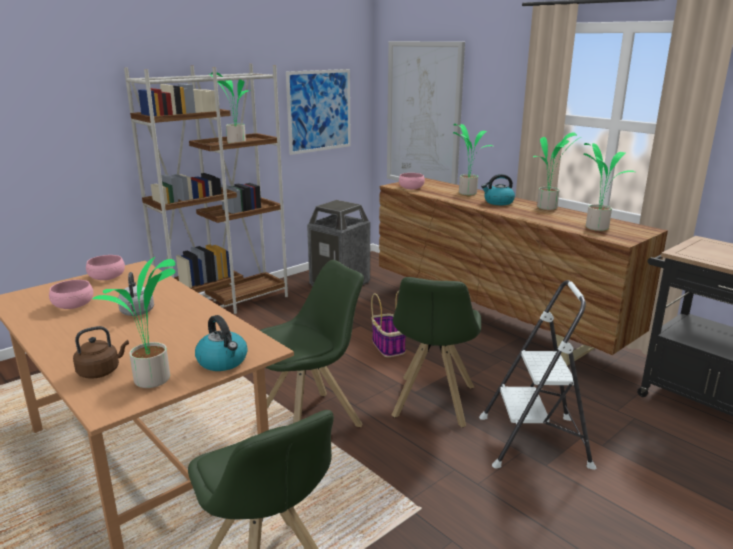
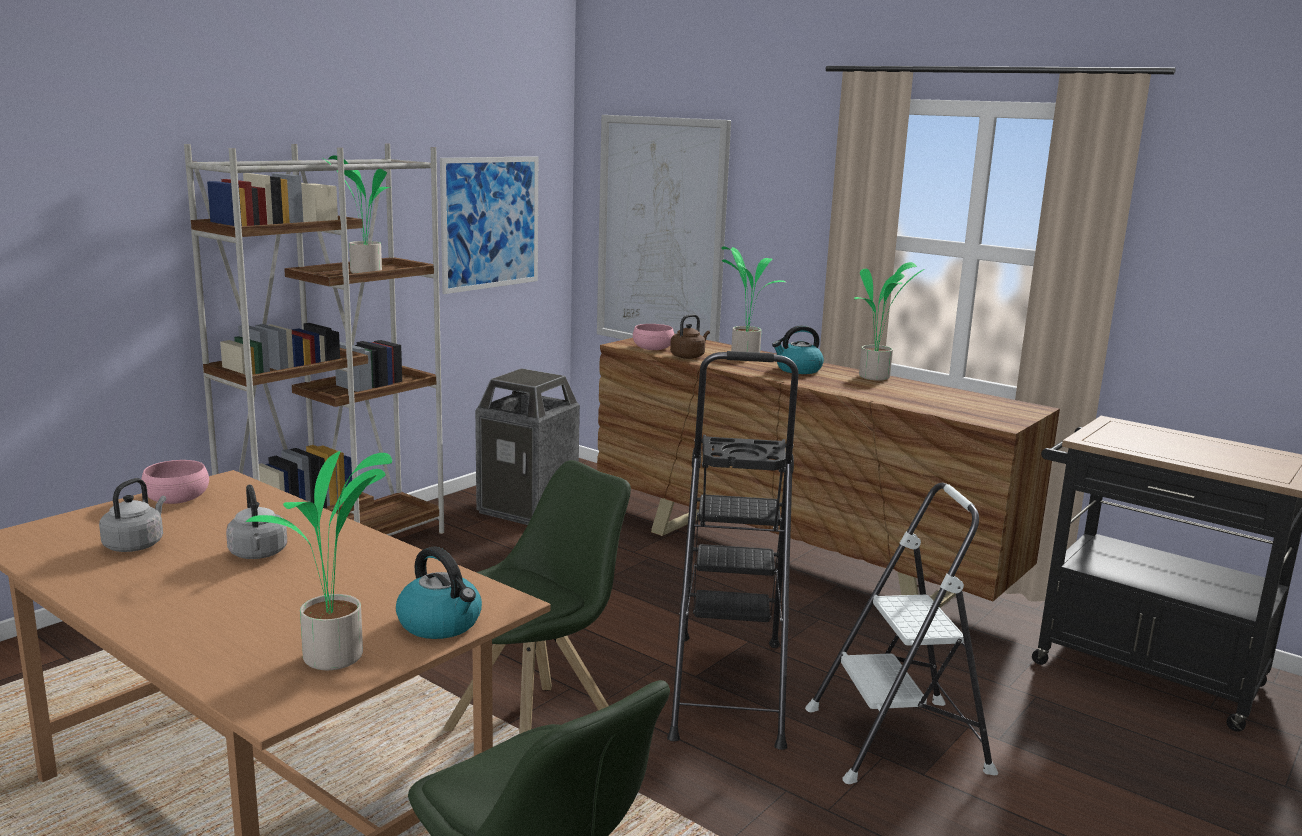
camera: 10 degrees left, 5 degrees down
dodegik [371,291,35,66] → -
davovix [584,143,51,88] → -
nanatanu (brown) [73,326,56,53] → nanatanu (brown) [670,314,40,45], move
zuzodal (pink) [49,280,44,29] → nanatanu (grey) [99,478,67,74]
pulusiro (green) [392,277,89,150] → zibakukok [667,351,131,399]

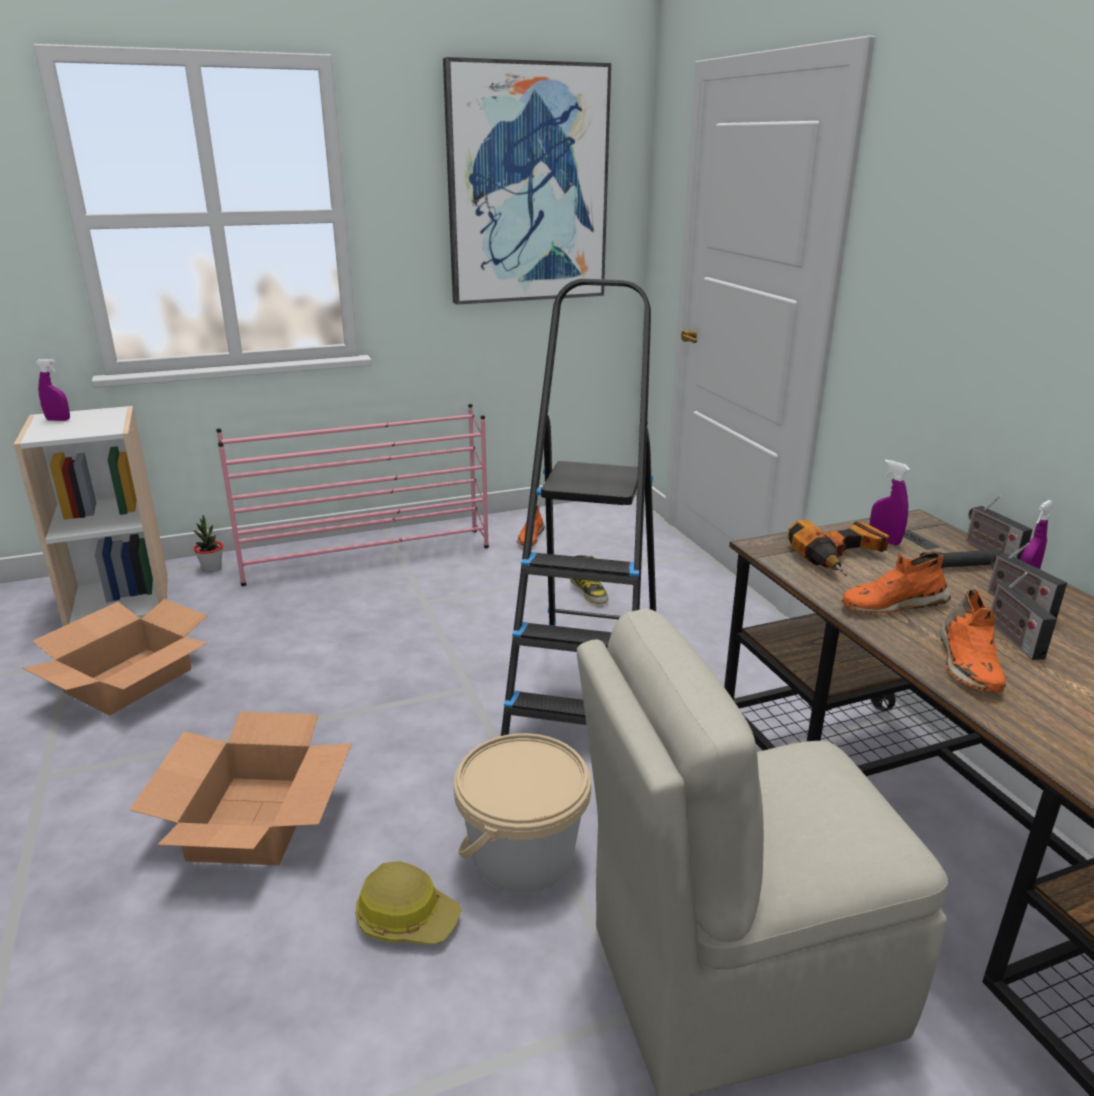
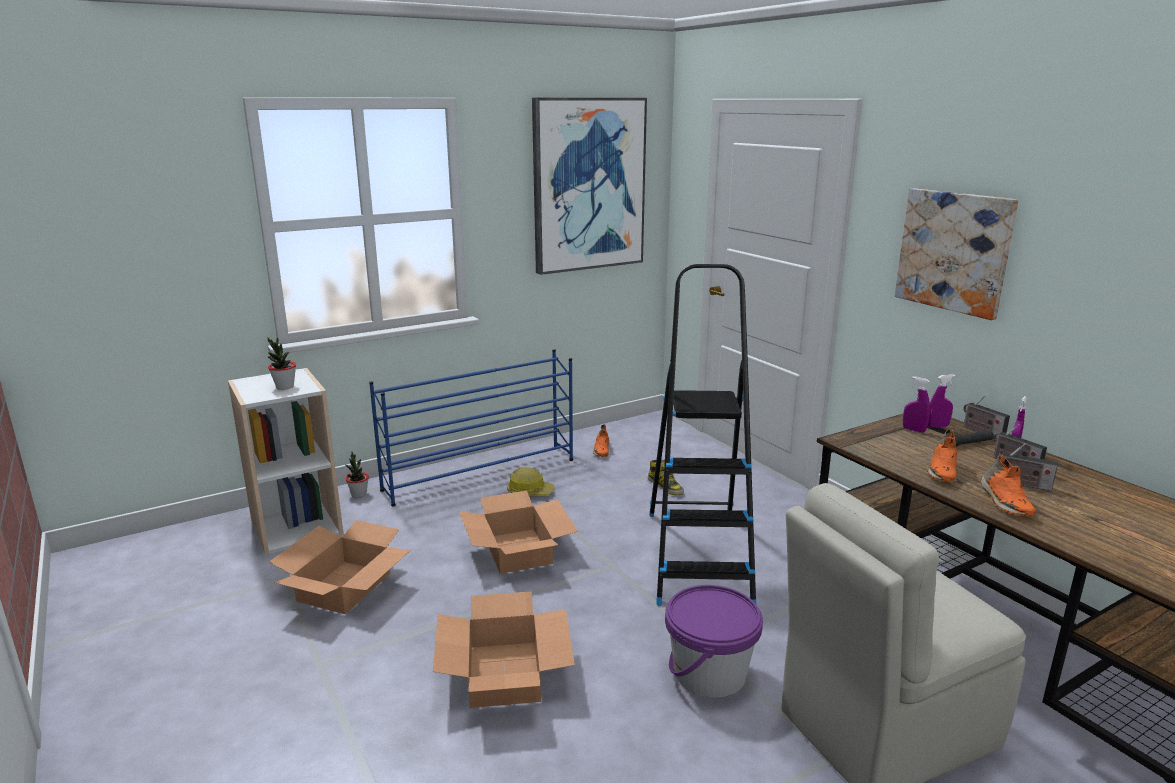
camera: 10 degrees left, 5 degrees down
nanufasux [788,520,101,56] → -
- → davovix [267,337,29,53]
- → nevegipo [459,491,119,83]
- → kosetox [895,188,123,132]
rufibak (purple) [35,359,35,62] → rufibak (purple) [928,374,28,54], move
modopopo [355,861,107,84] → modopopo [507,467,48,29], move
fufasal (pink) [216,404,273,182] → fufasal (blue) [369,349,204,157]
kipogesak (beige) [453,733,138,161] → kipogesak (purple) [665,585,98,112]
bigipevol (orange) [842,552,109,61] → bigipevol (orange) [927,429,30,54], 45 degrees counterclockwise
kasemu [991,572,66,88] → kasemu [997,443,61,48], 45 degrees counterclockwise

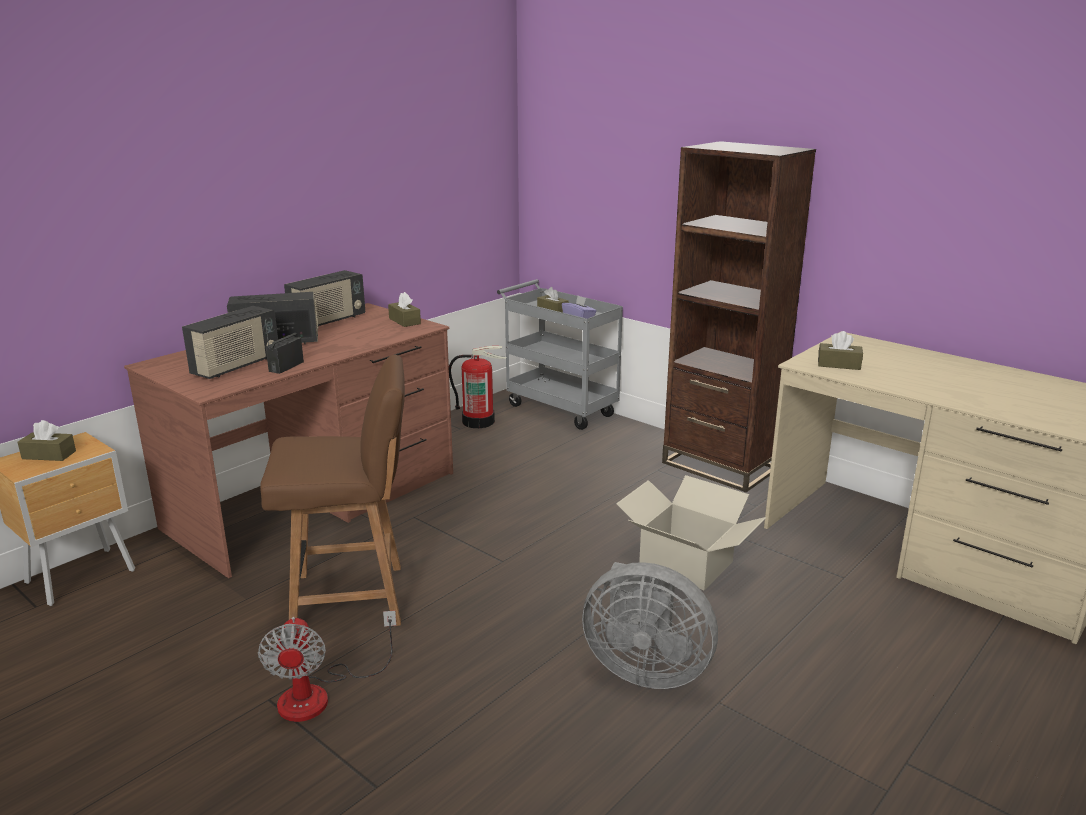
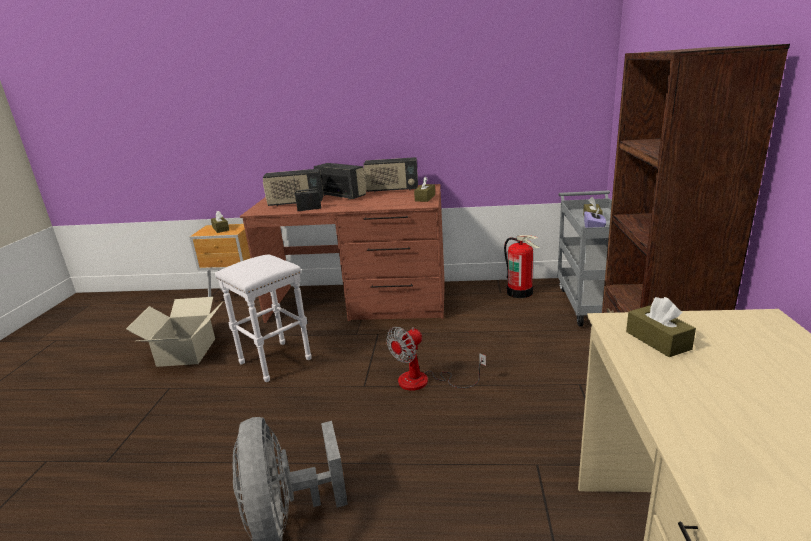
camera: 55 degrees right, 0 degrees up
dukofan [258,610,138,112] → dukofan [386,327,100,64], move
nevegipo [616,475,150,115] → nevegipo [126,297,97,70], move
pulusiro (brown) [260,355,145,271] → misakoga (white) [215,254,96,128]

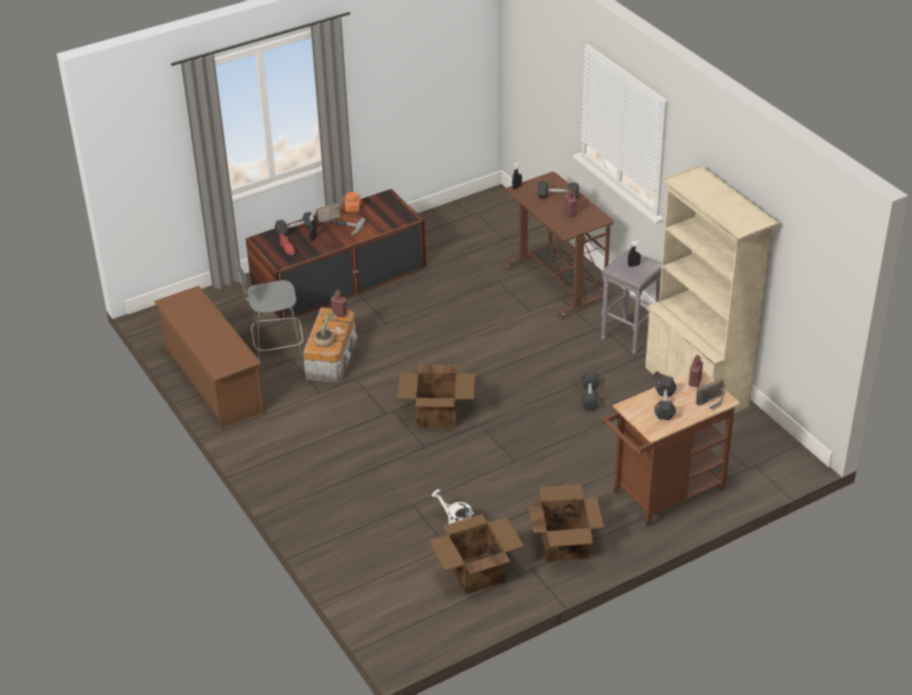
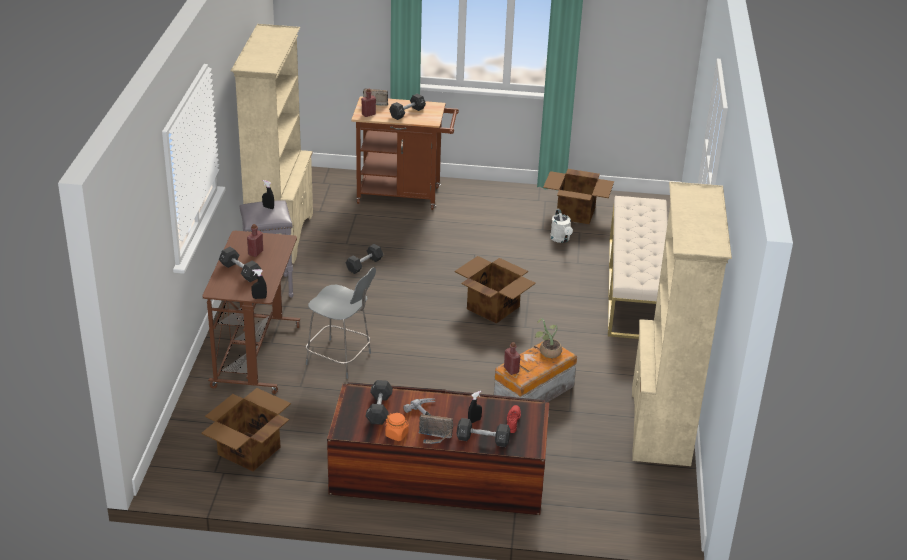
camera: 145 degrees left, 5 degrees down
- → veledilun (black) [366,380,27,45]
- → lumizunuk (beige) [608,196,60,143]
pulusiro (grey) [237,260,66,101] → pulusiro (grey) [306,267,70,112], move
nevegipo [528,484,76,78] → nevegipo [201,388,90,83], move
fufasal (brown) [154,285,110,143] → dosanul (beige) [632,181,100,285]

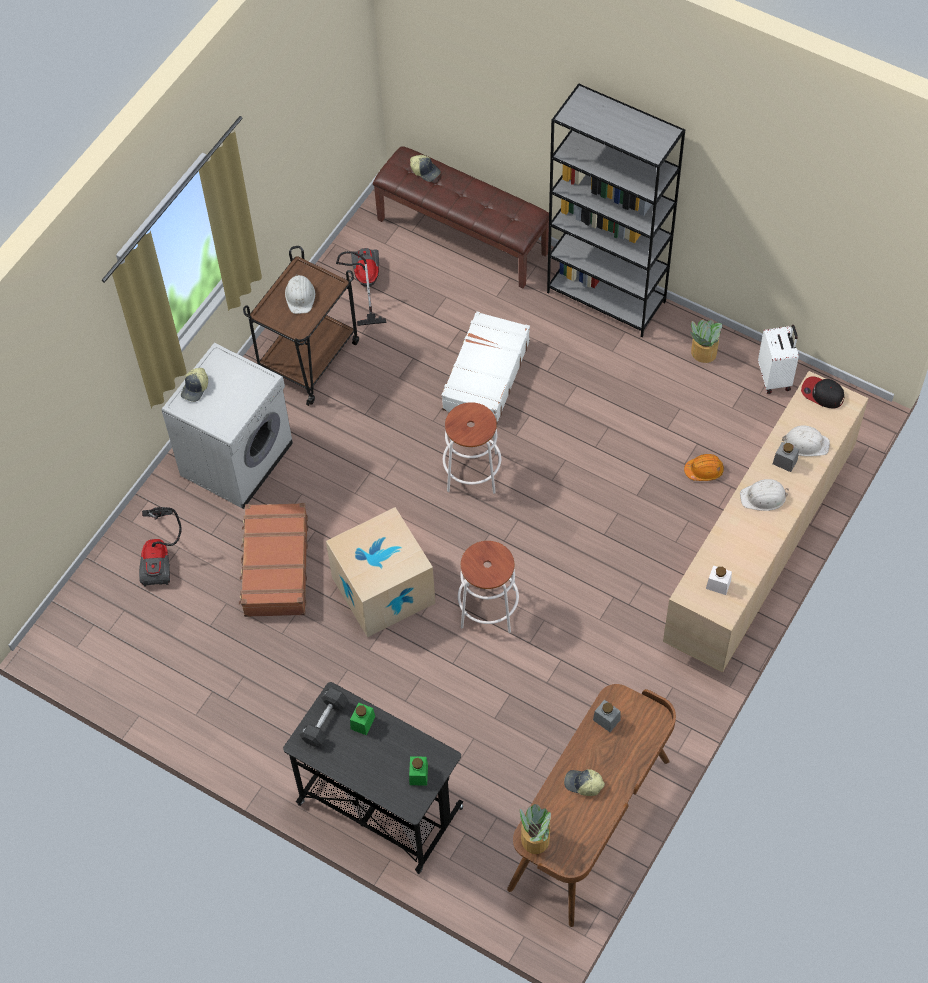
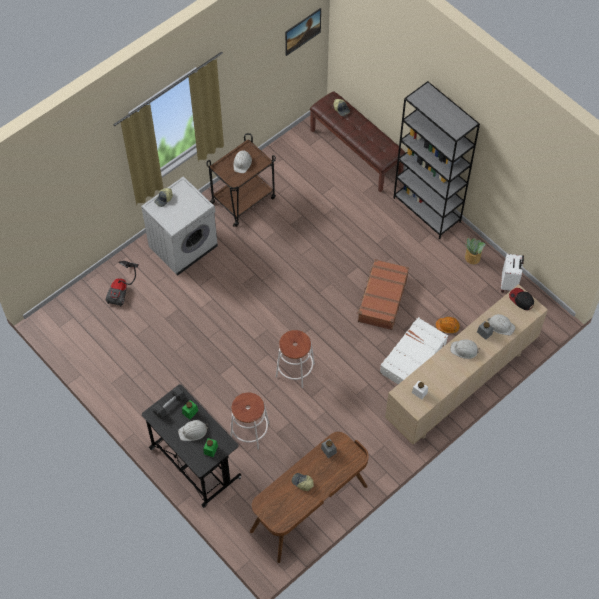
camera: 15 degrees right, 0 degrees up
nevegipo [326,507,109,130] → -
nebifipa [336,248,50,78] → -
davovix [520,804,31,50] → -
- → modopopo (white) [178,420,30,21]
- → kosetox [285,8,36,48]
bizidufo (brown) [239,503,69,114] → bizidufo (brown) [357,259,52,71], move
bizidufo (white) [441,311,89,113] → bizidufo (white) [380,317,68,67], move
misakoga (white) [443,402,58,92] → misakoga (white) [230,393,39,57], move

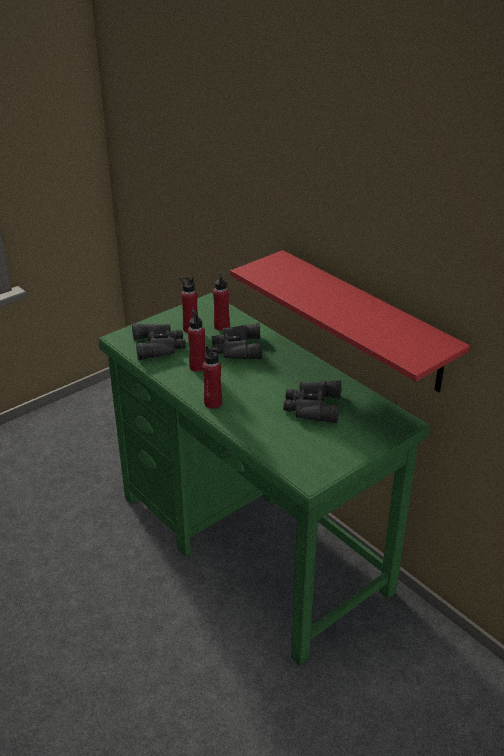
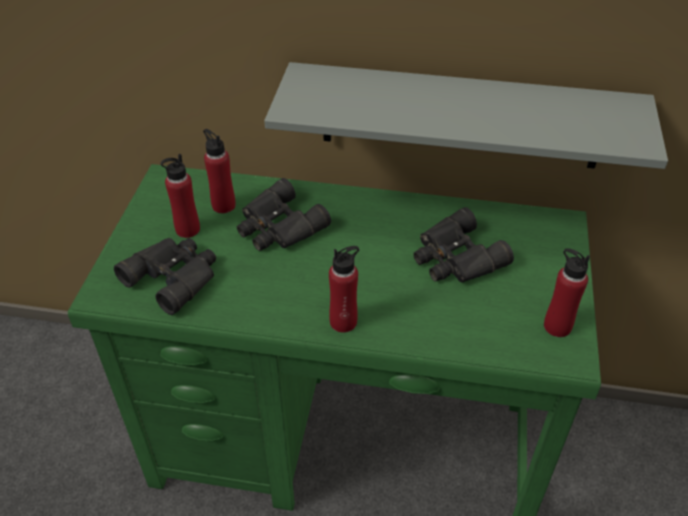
camera: 40 degrees left, 10 degrees up
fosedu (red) [188,309,18,63] → fosedu (red) [544,248,46,89], move
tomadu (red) [230,250,240,142] → tomadu (grey) [264,62,404,107]

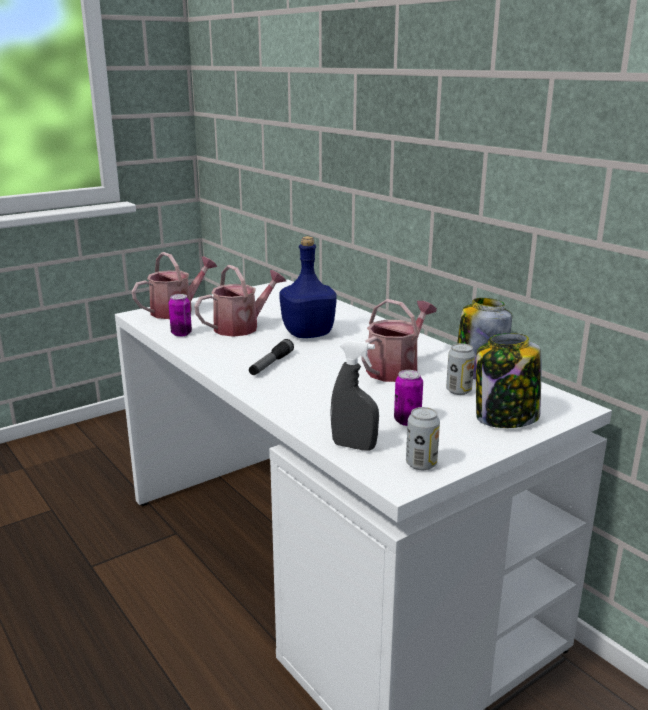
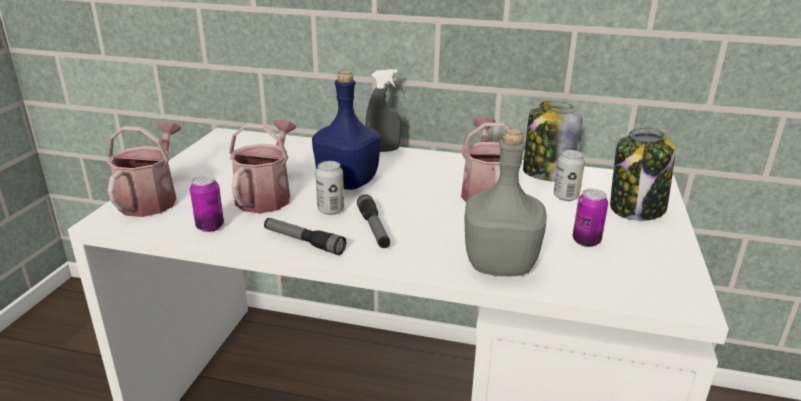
camera: 40 degrees left, 5 degrees up
- → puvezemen [264,218,82,37]
- → fosedu (grey) [465,128,82,148]
rufibak (grey) [331,340,48,111] → rufibak (grey) [365,69,36,83], move
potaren [406,407,34,63] → potaren [316,161,28,54], move

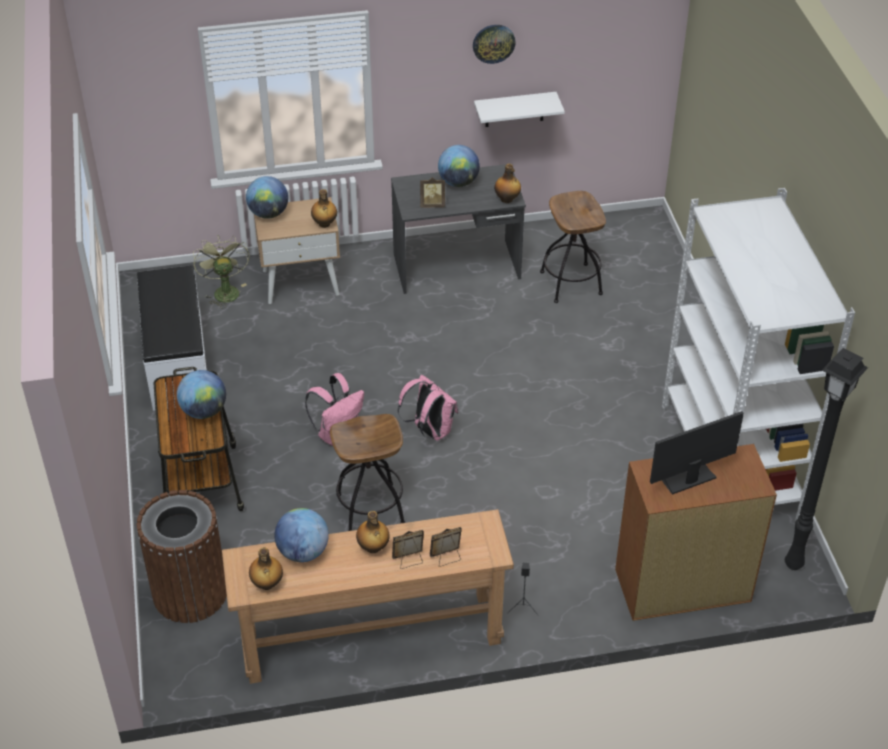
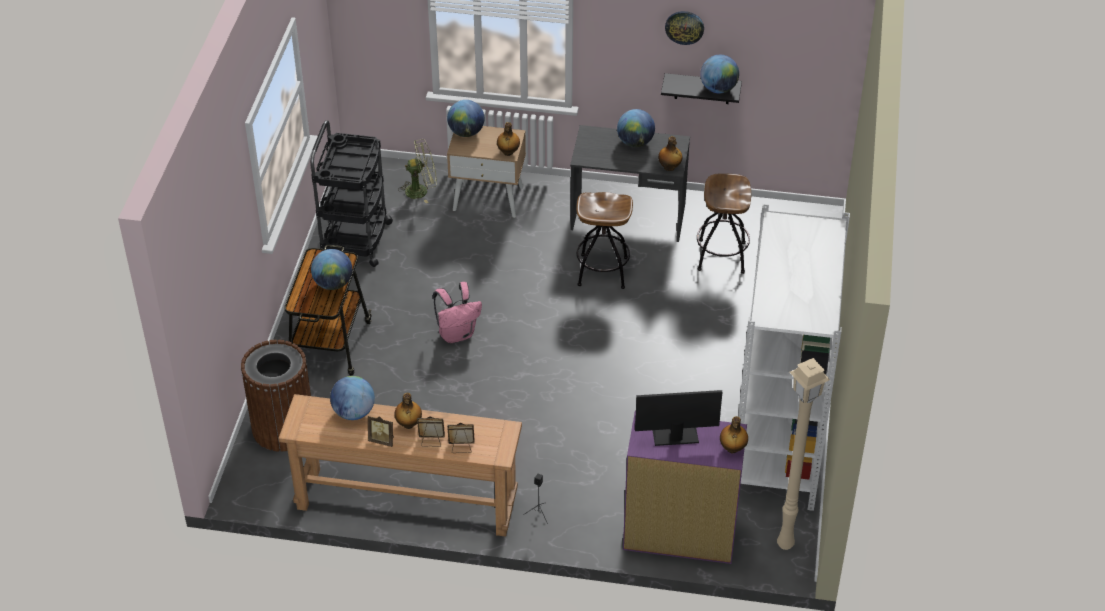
camera: 20 degrees right, 0 degrees up
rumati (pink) [397,375,61,66] → -
- → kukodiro [700,55,39,38]
fosedu [249,547,34,43] → fosedu [720,416,28,38], move
misakoga (brown) [330,414,75,117] → misakoga (brown) [576,192,57,97], move
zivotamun [420,177,25,31] → zivotamun [368,415,26,32], move
lumizunuk (white) [137,265,70,146] → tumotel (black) [311,120,82,147]
tomadu (white) [474,92,91,35] → tomadu (black) [661,73,81,31]
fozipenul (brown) [615,444,162,177] → fozipenul (purple) [623,411,124,153]
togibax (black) [785,348,83,222] → togibax (beige) [777,358,53,192]
dukofan (green) [193,235,57,73] → dukofan (green) [398,139,39,64], 75 degrees clockwise

